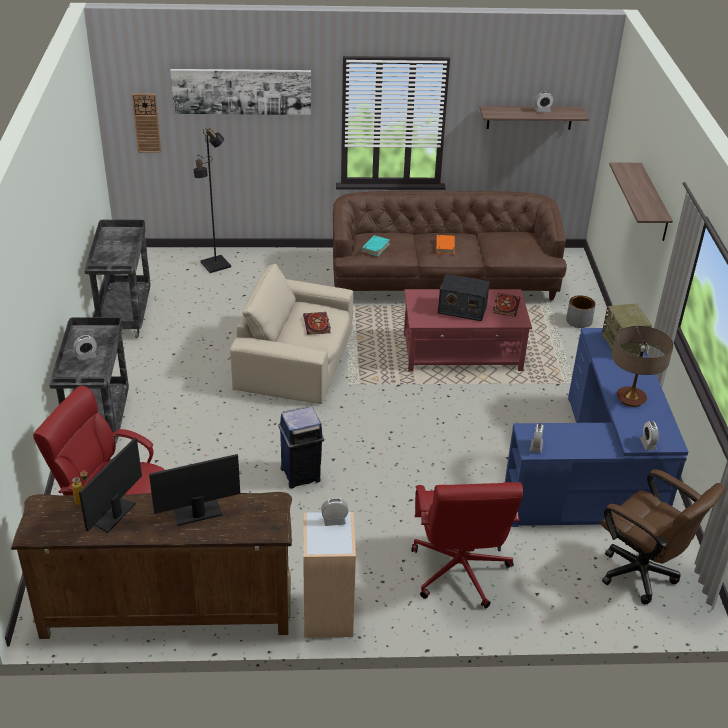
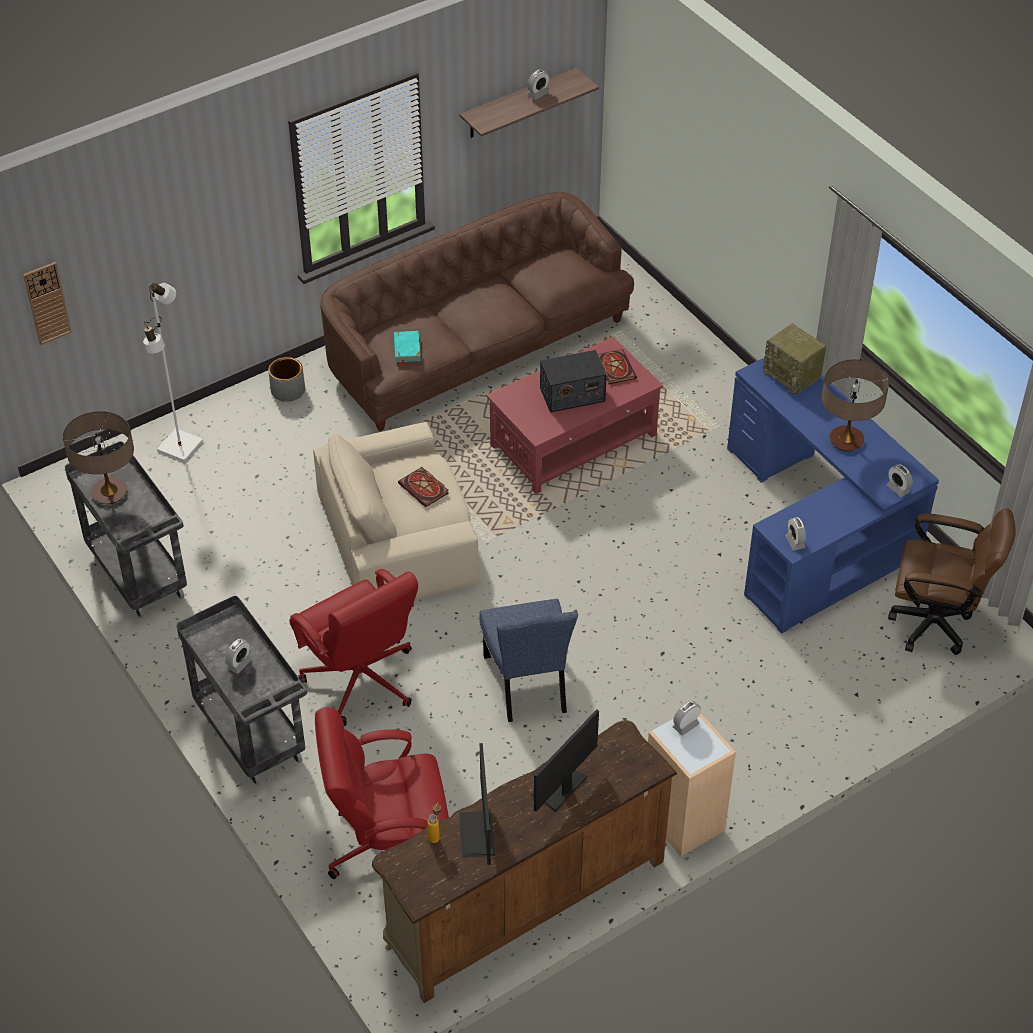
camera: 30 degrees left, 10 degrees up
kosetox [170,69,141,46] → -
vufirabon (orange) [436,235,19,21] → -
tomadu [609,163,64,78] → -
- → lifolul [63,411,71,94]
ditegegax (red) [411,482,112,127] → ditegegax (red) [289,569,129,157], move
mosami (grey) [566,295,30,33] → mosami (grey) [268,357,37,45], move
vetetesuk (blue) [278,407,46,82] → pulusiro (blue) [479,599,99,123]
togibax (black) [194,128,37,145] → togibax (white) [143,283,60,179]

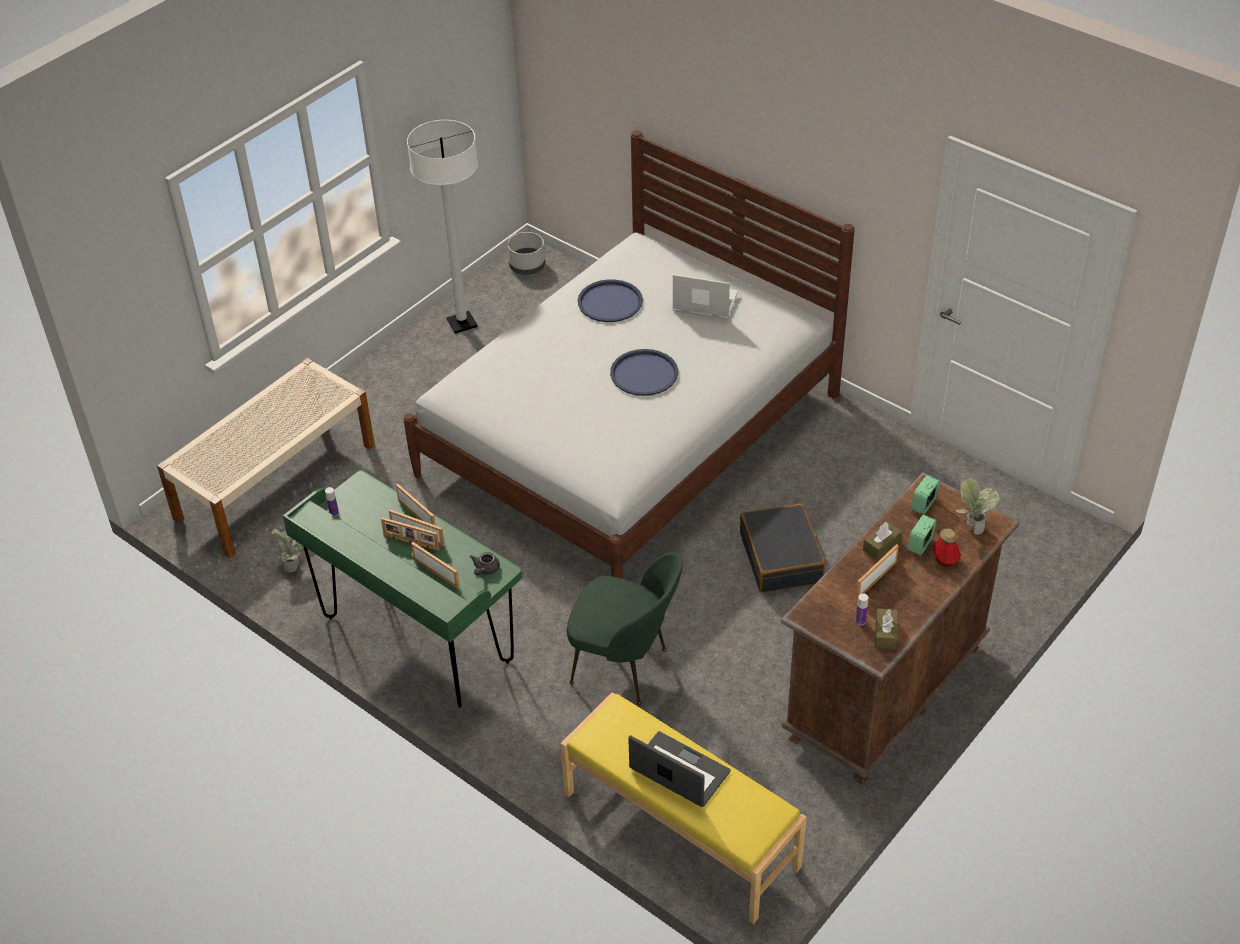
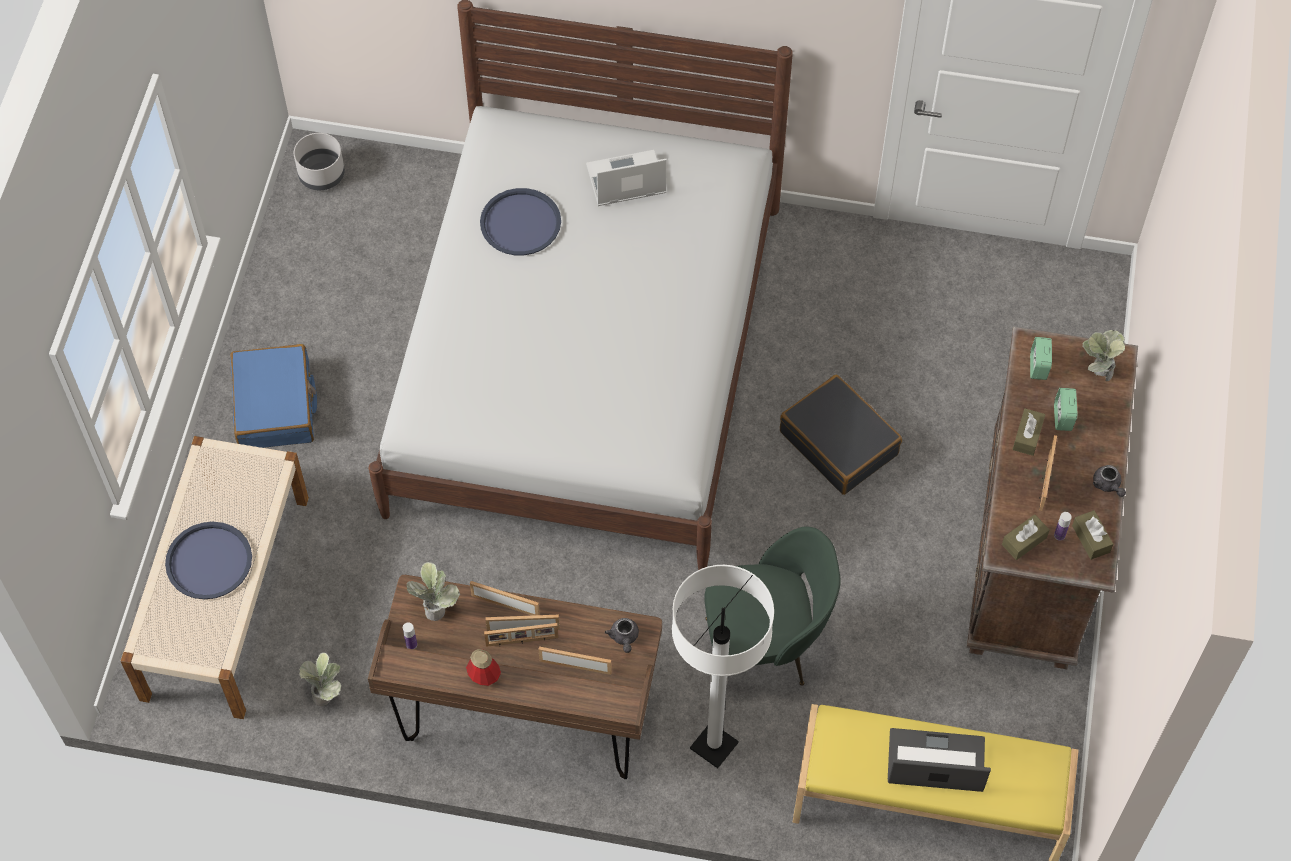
camera: 30 degrees left, 15 degrees up
- → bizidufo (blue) [230,344,87,104]
- → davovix [407,562,54,59]
- → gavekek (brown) [1002,514,48,46]
- → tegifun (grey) [1093,465,33,32]
togibax (white) [407,120,71,213] → togibax (white) [672,565,102,203], move
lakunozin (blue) [610,349,68,47] → lakunozin (blue) [165,522,87,77], move
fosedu [933,528,28,39] → fosedu [466,649,35,37], move
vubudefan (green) [283,470,239,238] → vubudefan (brown) [368,575,294,204]

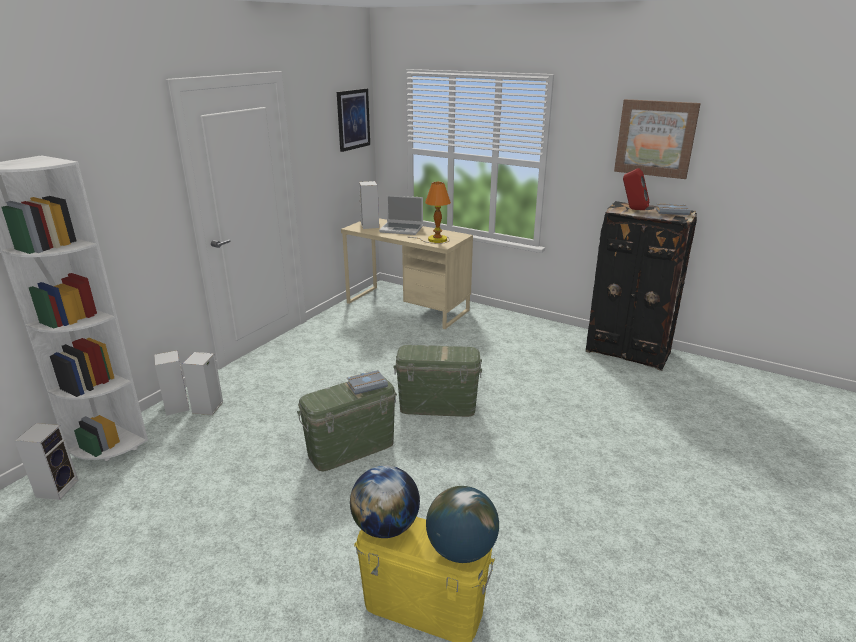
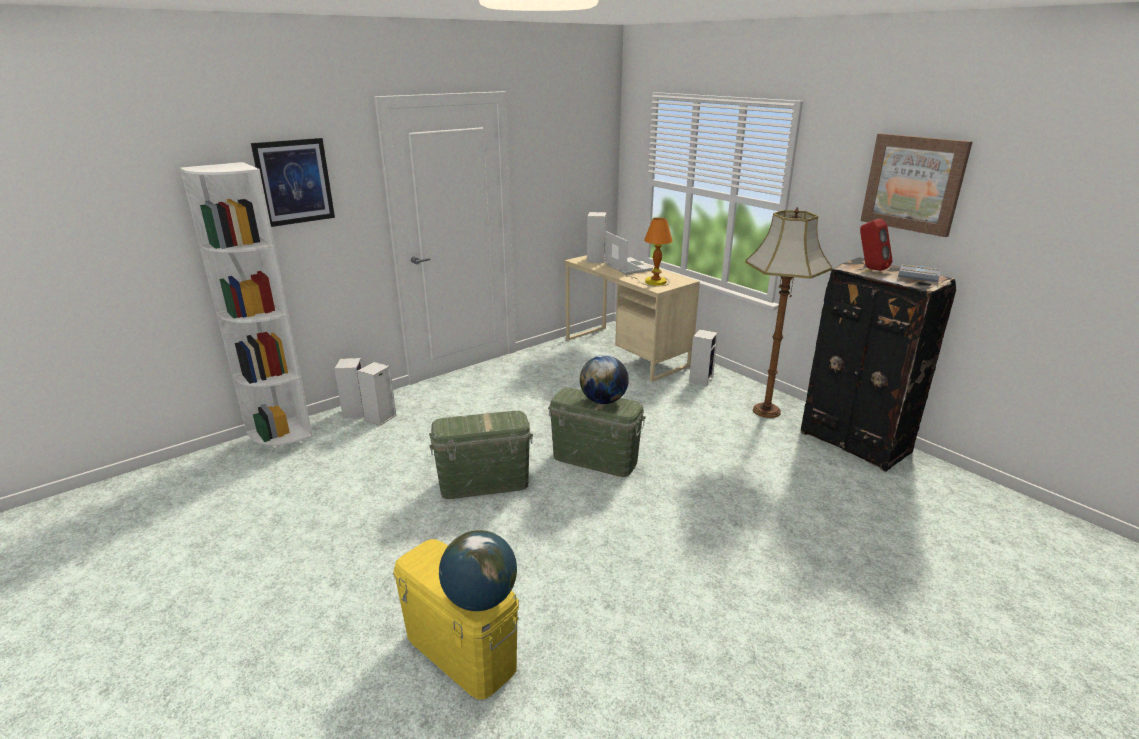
camera: 20 degrees right, 0 degrees up
vufirabon (grey) [347,370,41,25] → -
- → togibax [745,207,87,211]
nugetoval [15,423,64,77] → nugetoval [689,329,29,57], move
kosetox [337,88,33,64] → kosetox [251,138,84,89], move
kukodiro [350,465,70,73] → kukodiro [580,355,49,49], move
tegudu [379,195,44,40] → tegudu [605,231,48,43], 150 degrees counterclockwise

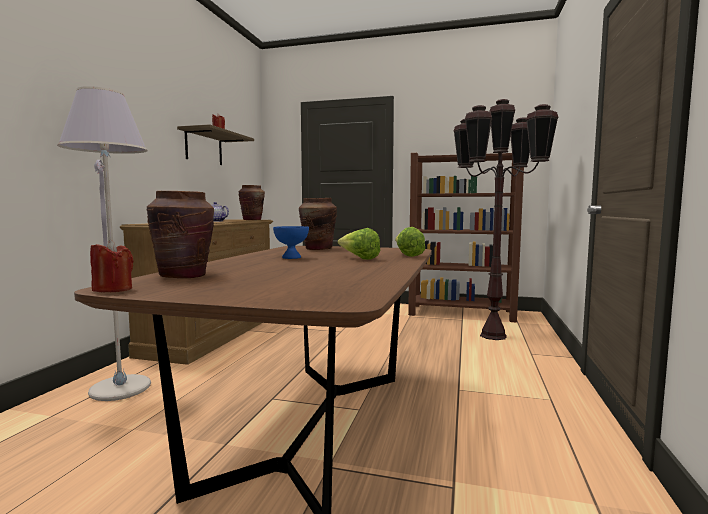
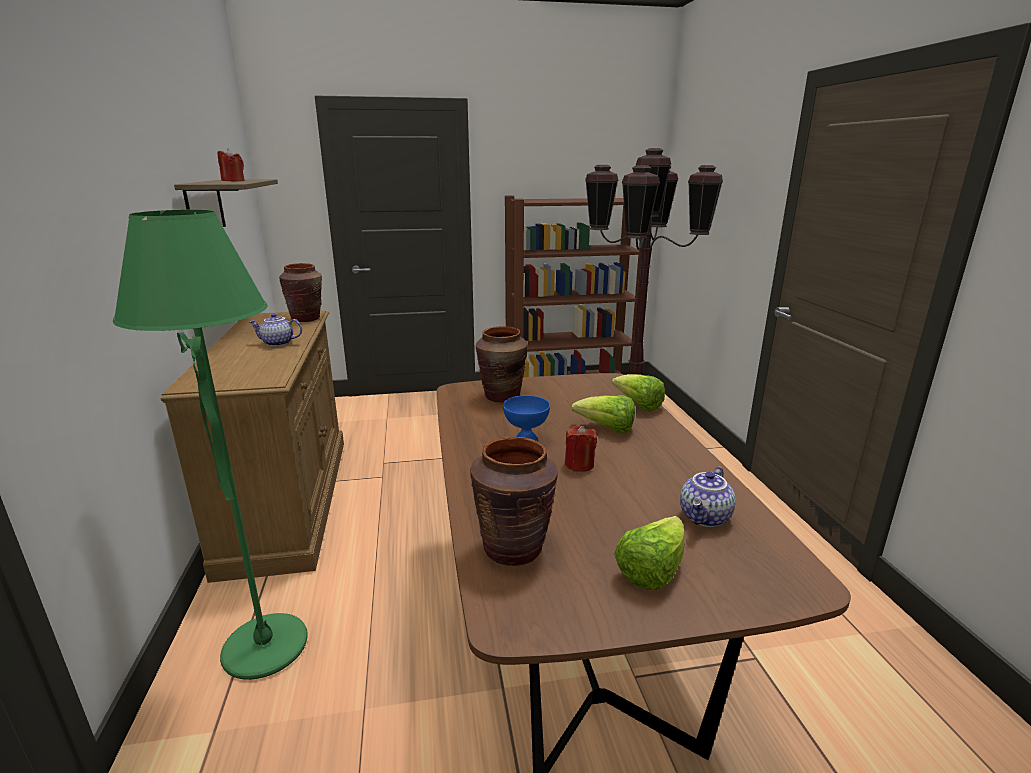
camera: 25 degrees left, 15 degrees up
- → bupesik [614,516,71,74]
- → tegifun [680,466,56,61]
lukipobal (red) [90,240,44,52] → lukipobal (red) [565,425,32,47], move
togibax (grey) [57,86,94,315] → togibax (green) [113,210,195,470]

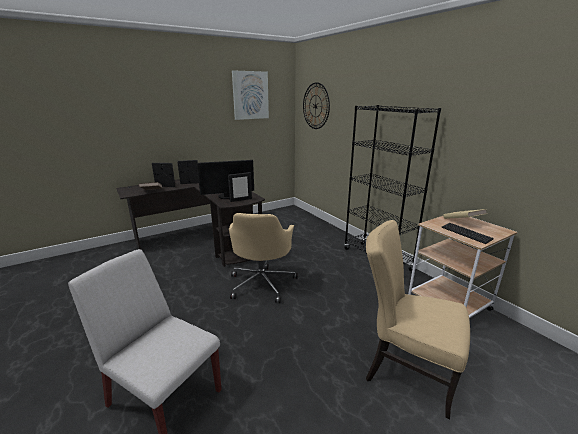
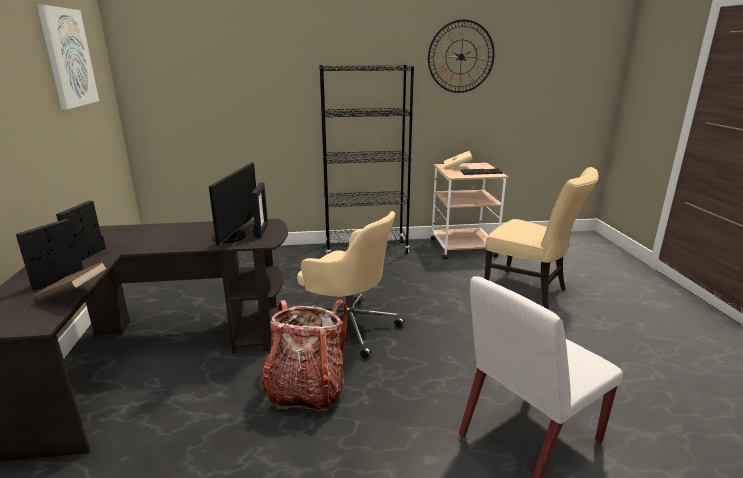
camera: 65 degrees left, 0 degrees up
- → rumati [261,299,87,113]
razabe [303,82,27,47] → razabe [428,20,67,73], move
pulusiro (beige) [366,220,104,199] → pulusiro (beige) [484,167,115,143], 105 degrees counterclockwise

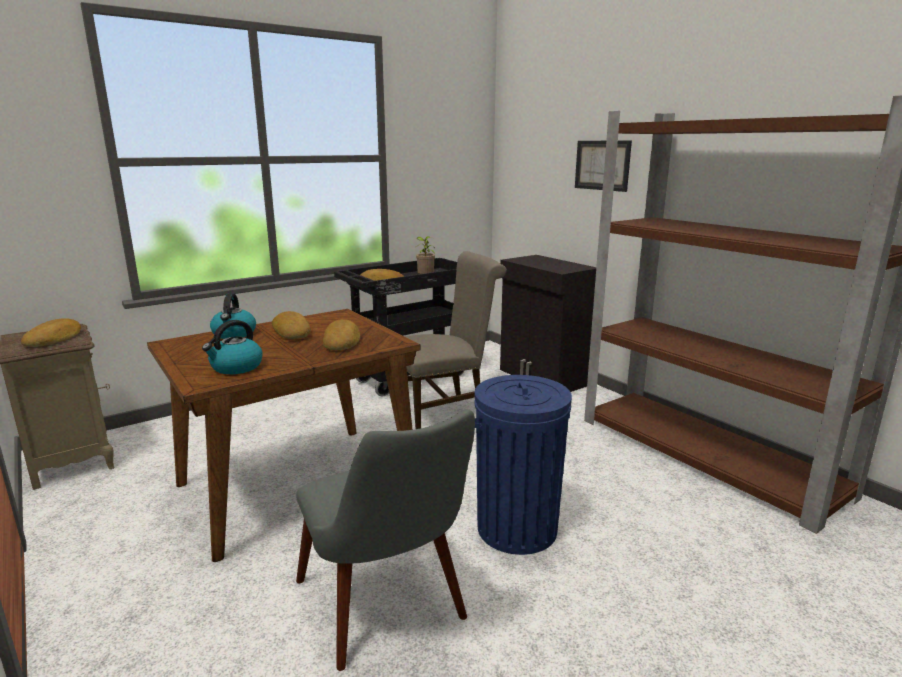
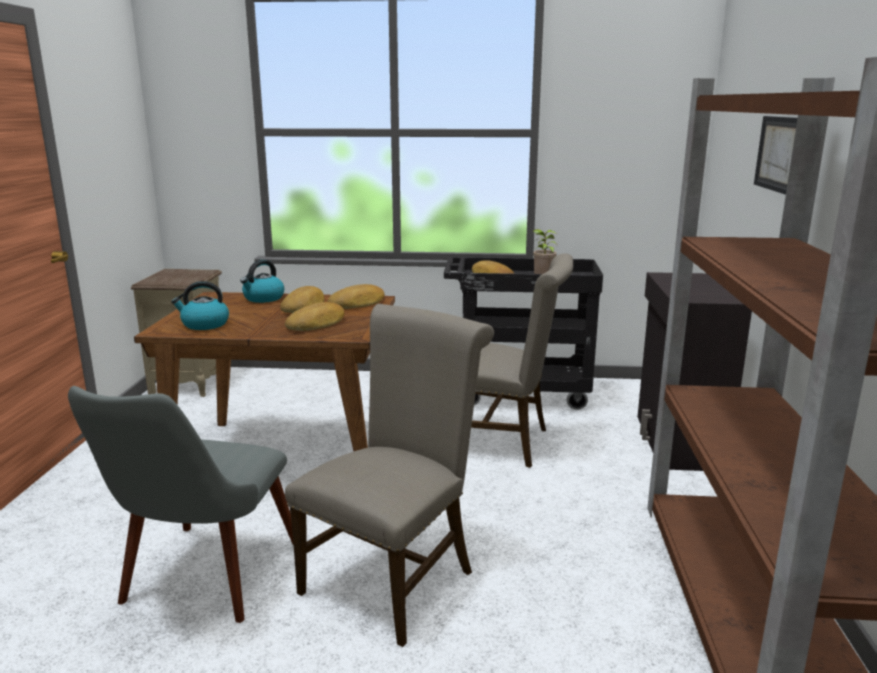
camera: 40 degrees right, 0 degrees up
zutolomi [21,318,60,29] → zutolomi [327,284,58,25], move
vetetesuk (blue) [474,375,98,180] → pulusiro (beige) [285,304,209,343]

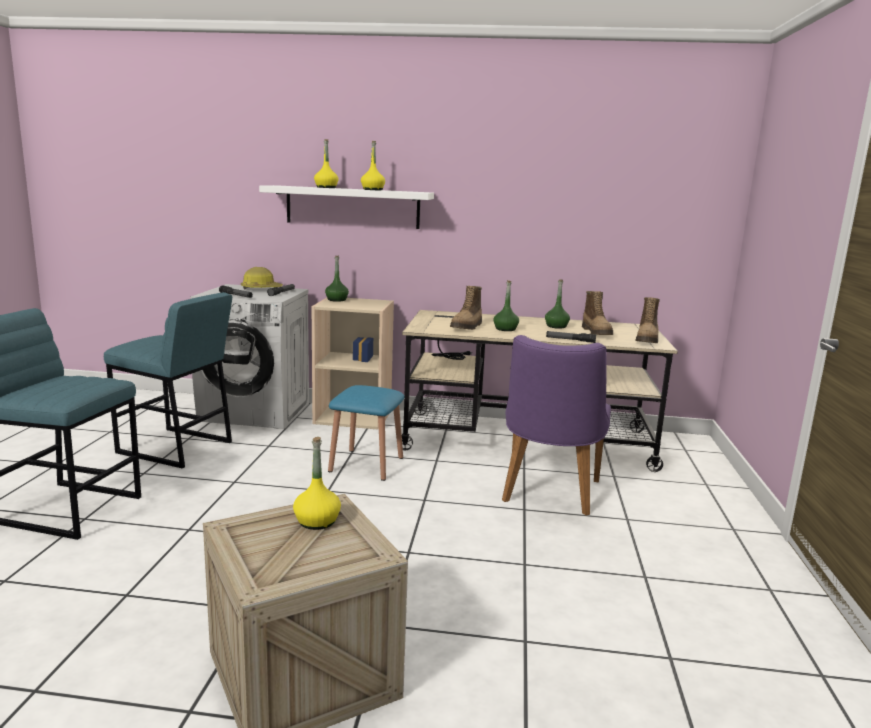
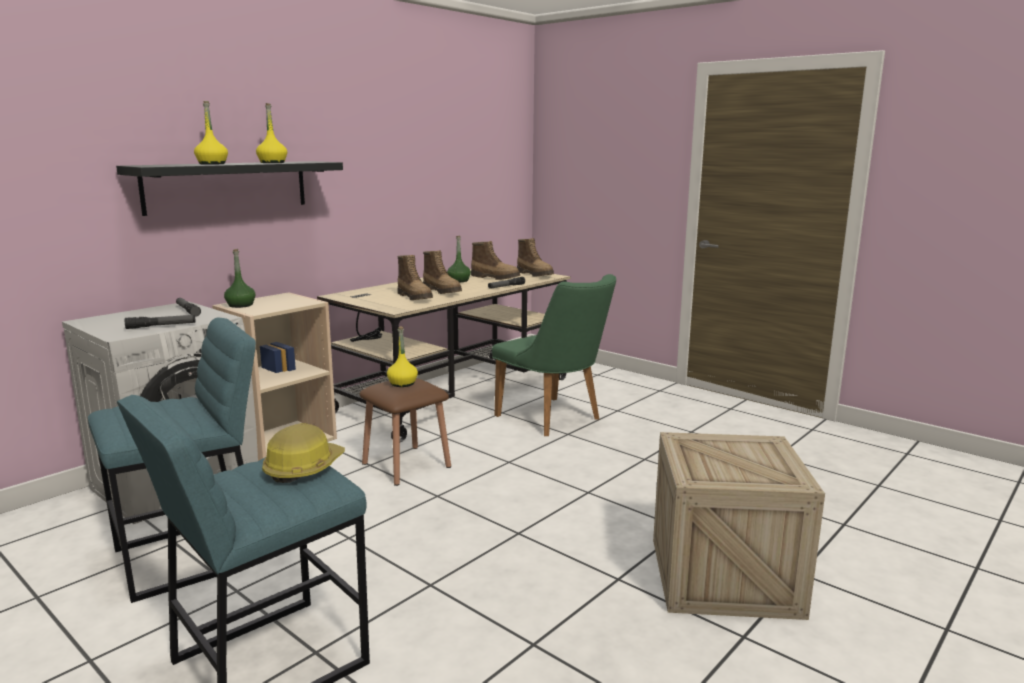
camera: 55 degrees left, 0 degrees up
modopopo [241,267,42,23] → modopopo [262,423,83,60], move
fosedu (yellow) [293,437,48,93] → fosedu (yellow) [387,326,31,61], move
fosedu (green) [493,280,26,51] → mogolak [423,251,39,43]
tomadu (white) [259,185,175,44] → tomadu (black) [116,161,227,55]
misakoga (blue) [328,385,77,96] → misakoga (brown) [360,378,91,108]
pulusiro (purple) [502,335,109,181] → pulusiro (green) [492,274,124,162]

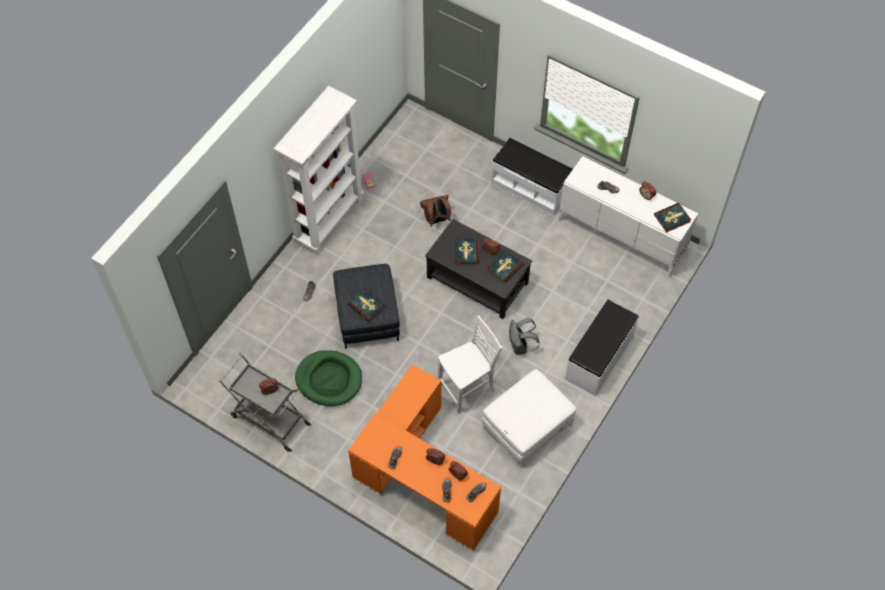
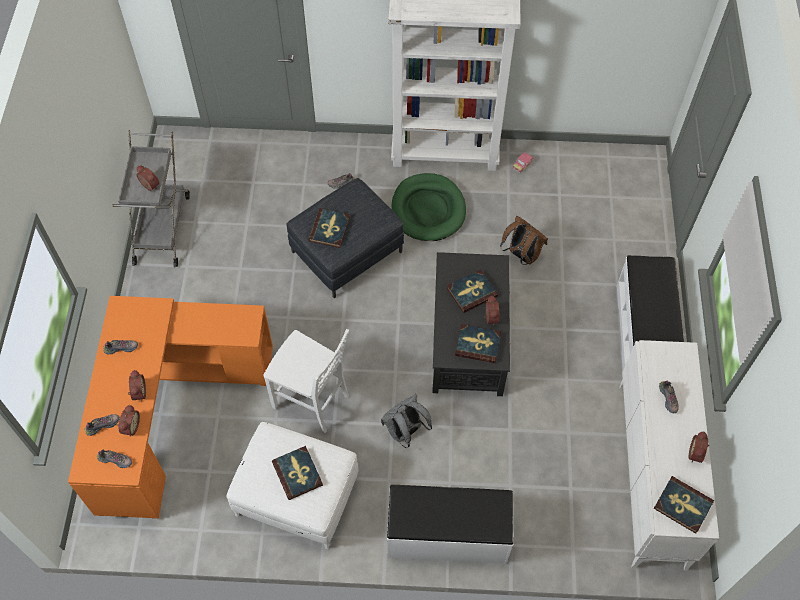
camera: 60 degrees right, 0 degrees up
- → vufirabon [272,446,51,54]
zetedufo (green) [295,350,67,56] → zetedufo (green) [392,173,74,68], move

